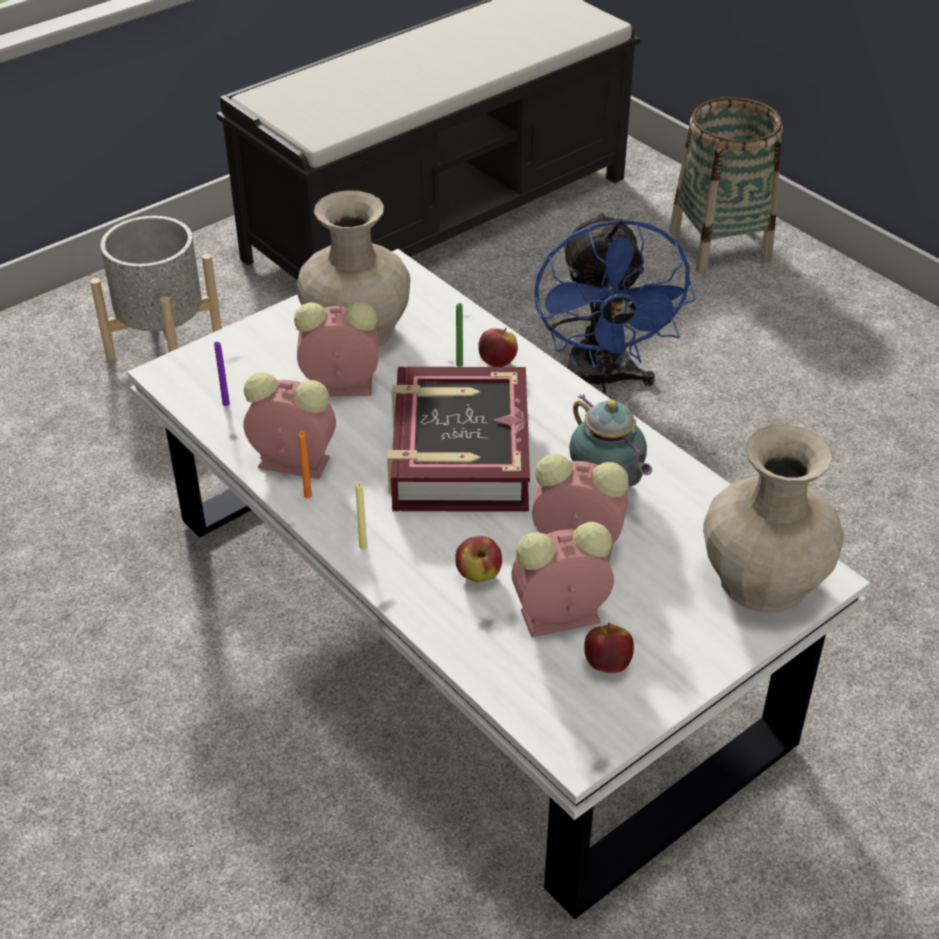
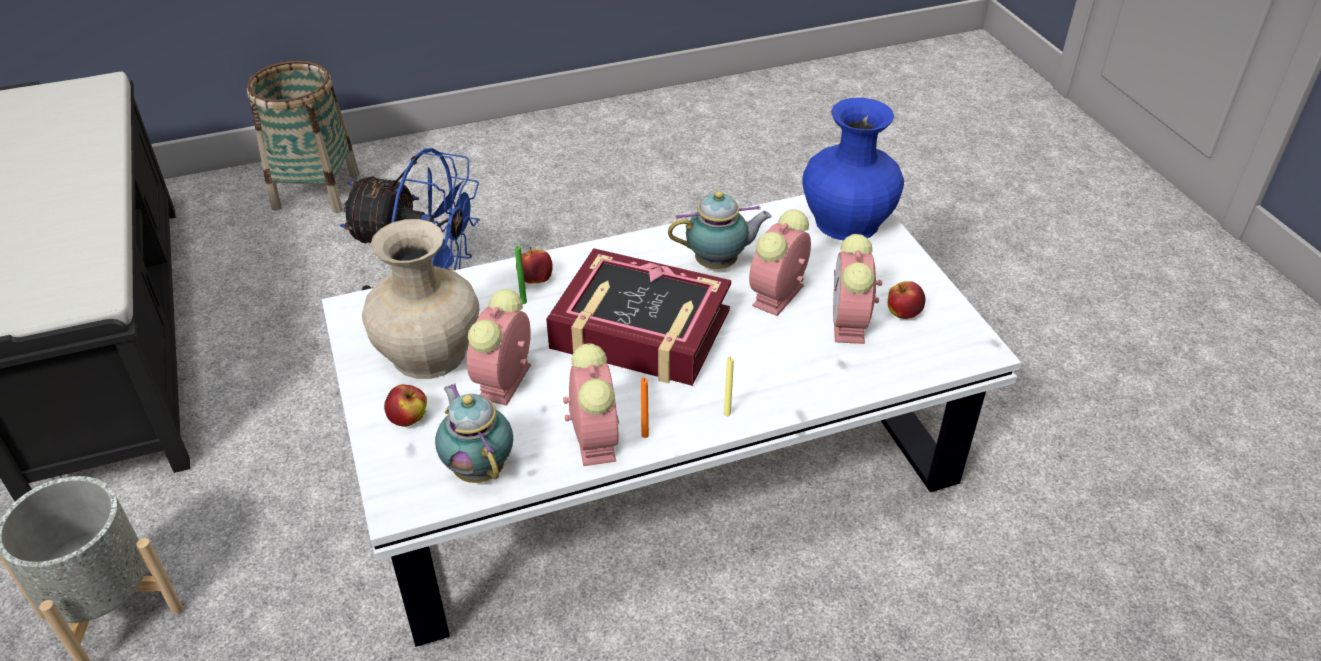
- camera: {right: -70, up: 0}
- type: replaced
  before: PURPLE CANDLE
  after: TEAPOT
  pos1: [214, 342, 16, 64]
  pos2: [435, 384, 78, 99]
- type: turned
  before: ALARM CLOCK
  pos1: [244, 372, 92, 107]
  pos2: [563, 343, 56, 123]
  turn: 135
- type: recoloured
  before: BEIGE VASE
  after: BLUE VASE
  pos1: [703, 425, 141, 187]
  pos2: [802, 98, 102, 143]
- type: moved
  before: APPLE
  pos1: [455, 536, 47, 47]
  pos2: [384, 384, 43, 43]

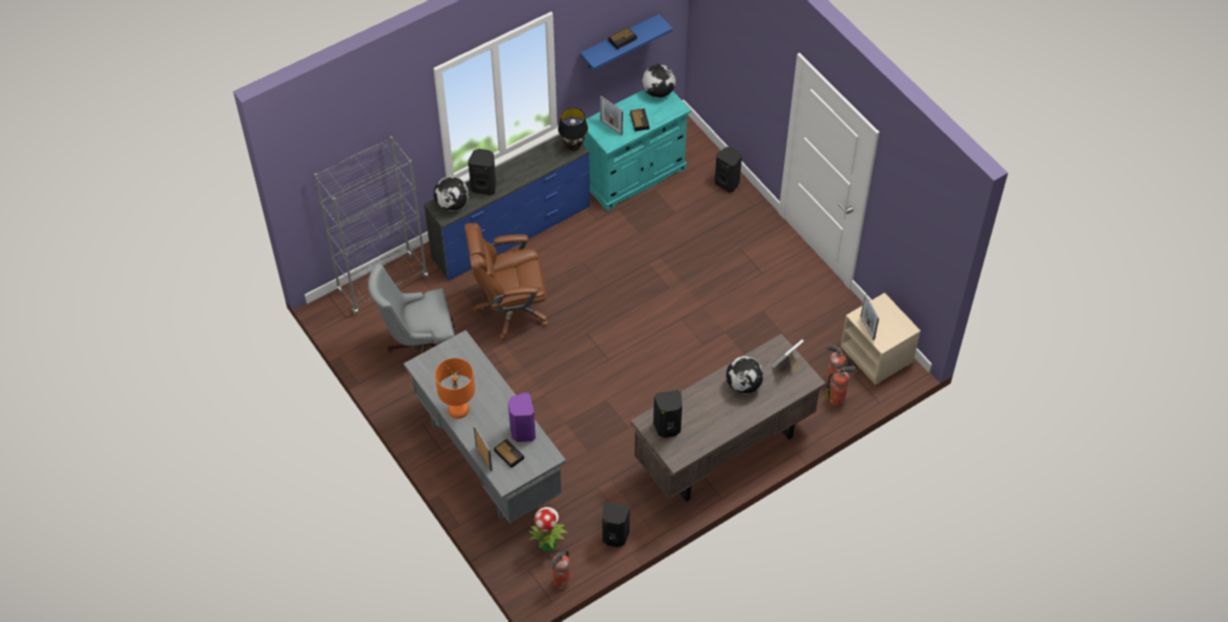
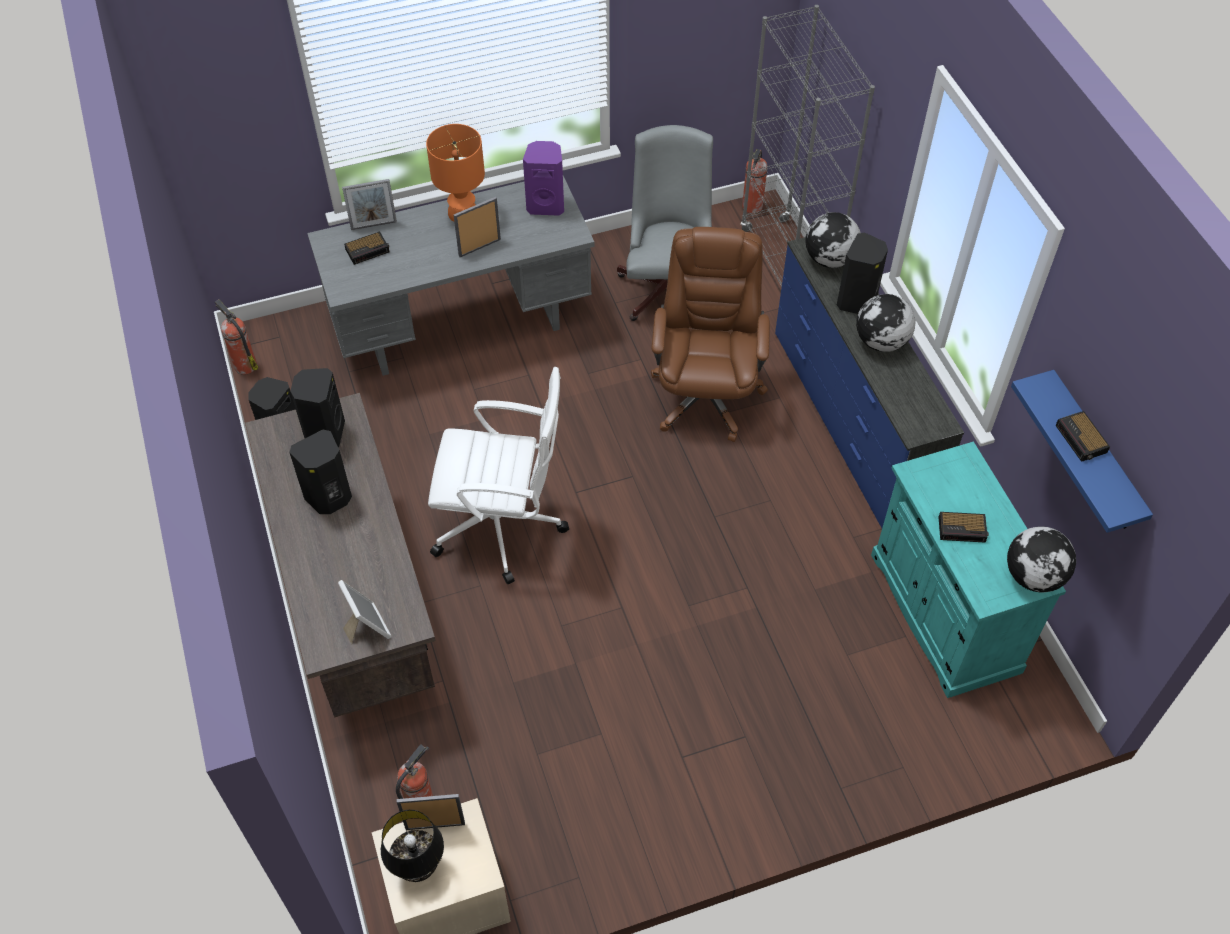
- camera: {right: 105, up: 0}
- type: moved
  before: PICTURE FRAME
  pos1: [600, 96, 23, 39]
  pos2: [454, 197, 47, 60]
- type: moved
  before: BLACK TABLE LAMP
  pos1: [558, 108, 30, 43]
  pos2: [381, 810, 63, 72]
- type: moved
  before: BLACK SPEAKER
  pos1: [715, 147, 27, 46]
  pos2: [289, 429, 63, 85]
- type: moved
  before: GLOBE
  pos1: [726, 356, 38, 38]
  pos2: [856, 294, 60, 58]
- type: moved
  before: FIRE EXTINGUISHER
  pos1: [825, 366, 32, 40]
  pos2: [742, 149, 26, 65]
- type: moved
  before: PURPLE SPEAKER
  pos1: [508, 392, 28, 50]
  pos2: [523, 141, 41, 75]
- type: removed
  before: POTTED PLANT
  pos1: [528, 507, 40, 44]
- type: added
  after: WHITE OFFICE CHAIR
  pos2: [428, 367, 141, 217]

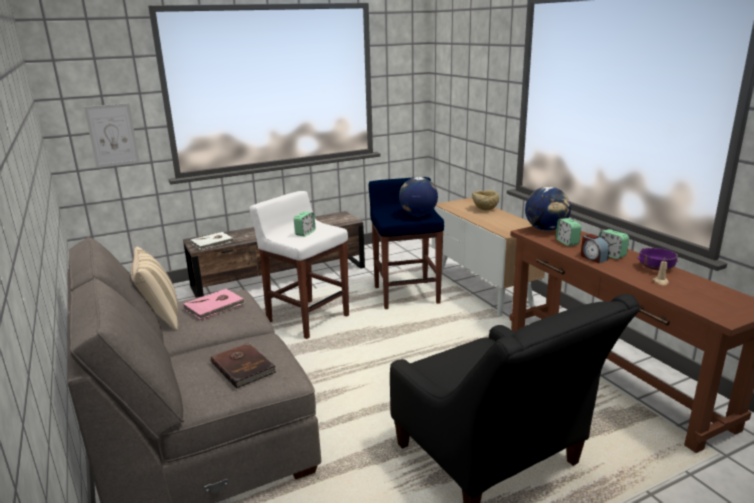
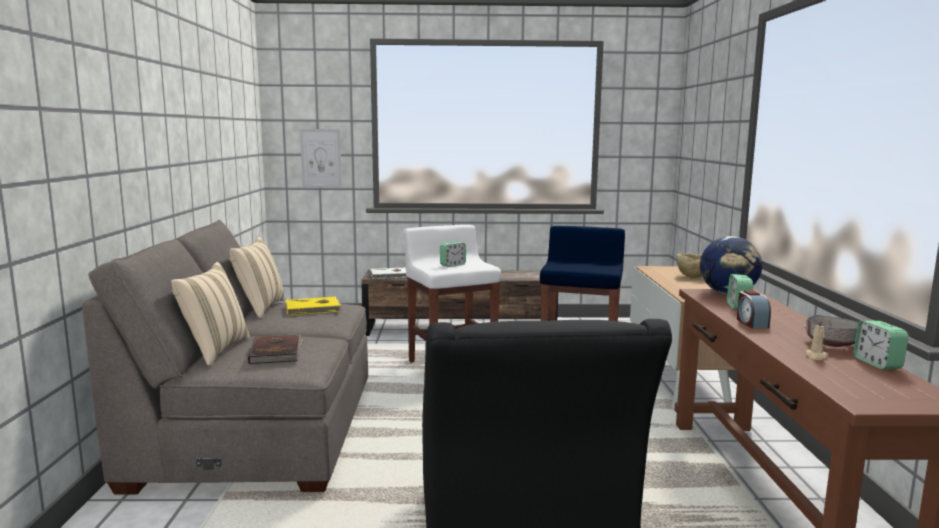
- camera: {right: 25, up: -10}
- type: removed
  before: GLOBE
  pos1: [399, 177, 39, 39]
- type: moved
  before: ALARM CLOCK
  pos1: [599, 229, 30, 30]
  pos2: [853, 321, 56, 49]
- type: recoloured
  before: PURPLE BOWL
  after: GREY BOWL
  pos1: [637, 248, 41, 23]
  pos2: [803, 315, 55, 32]
- type: recoloured
  before: PINK BOOK
  after: YELLOW BOOK
  pos1: [183, 289, 63, 31]
  pos2: [286, 297, 56, 18]
- type: added
  after: BEIGE PILLOW
  pos2: [171, 262, 79, 104]

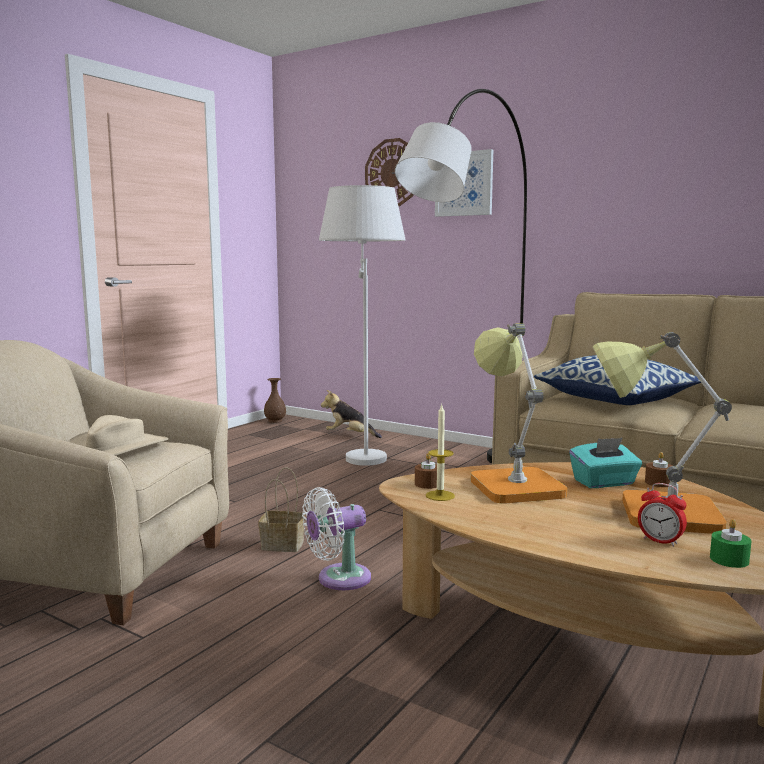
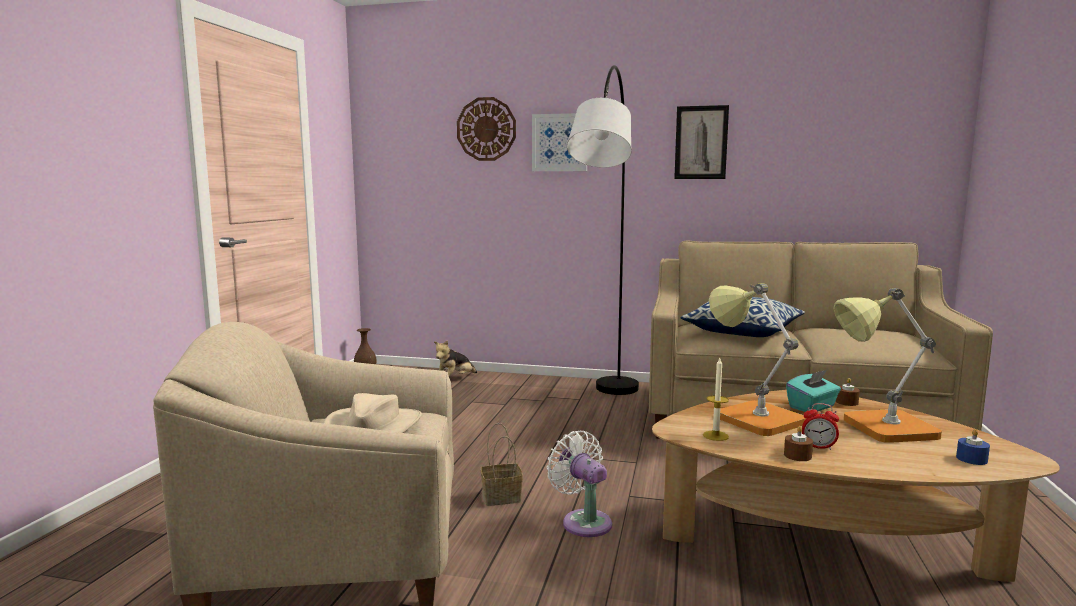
- camera: {right: -20, up: 0}
- type: removed
  before: WHITE FLOOR LAMP
  pos1: [319, 185, 86, 281]
- type: turned
  before: PLUSH TOY
  pos1: [321, 390, 61, 48]
  pos2: [434, 340, 43, 36]
  turn: -45
- type: moved
  before: BROWN CANDLE
  pos1: [415, 453, 22, 36]
  pos2: [784, 426, 29, 35]
- type: moved
  before: ALARM CLOCK
  pos1: [638, 483, 49, 64]
  pos2: [802, 403, 37, 47]
- type: turned
  before: WHITE FAN
  pos1: [302, 487, 69, 103]
  pos2: [547, 431, 65, 106]
  turn: 105
- type: recoloured
  before: GREEN CANDLE
  after: BLUE CANDLE
  pos1: [710, 519, 41, 49]
  pos2: [956, 429, 34, 36]
- type: added
  after: PICTURE
  pos2: [674, 105, 55, 74]

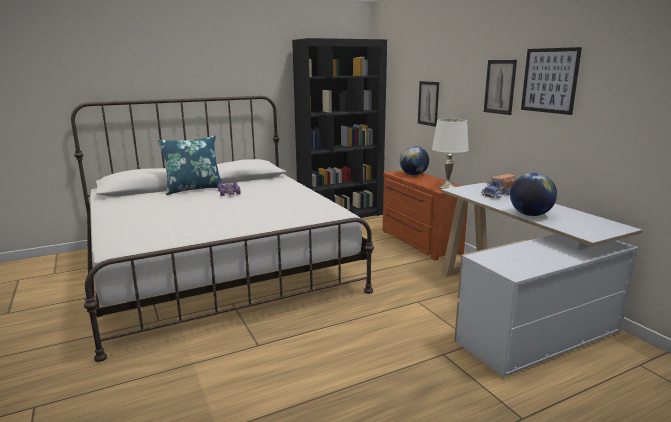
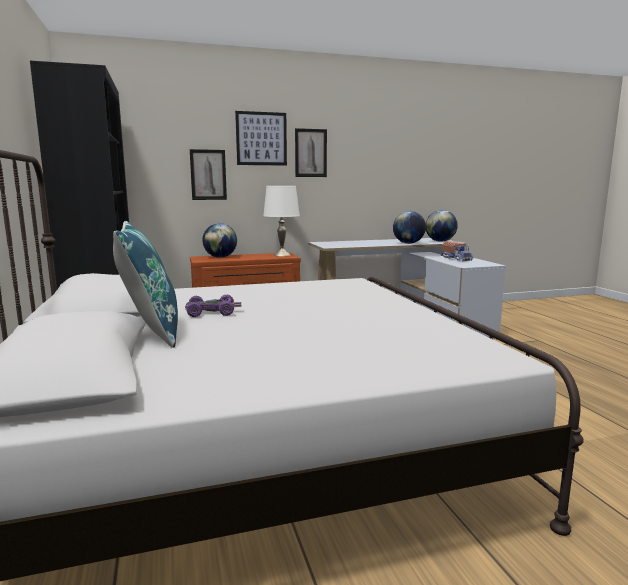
- camera: {right: -80, up: -5}
- type: moved
  before: PICTURE
  pos1: [521, 47, 61, 68]
  pos2: [235, 111, 52, 55]
- type: moved
  before: TOY TRUCK
  pos1: [481, 174, 36, 25]
  pos2: [441, 241, 33, 20]
- type: added
  after: GLOBE
  pos2: [426, 210, 32, 32]

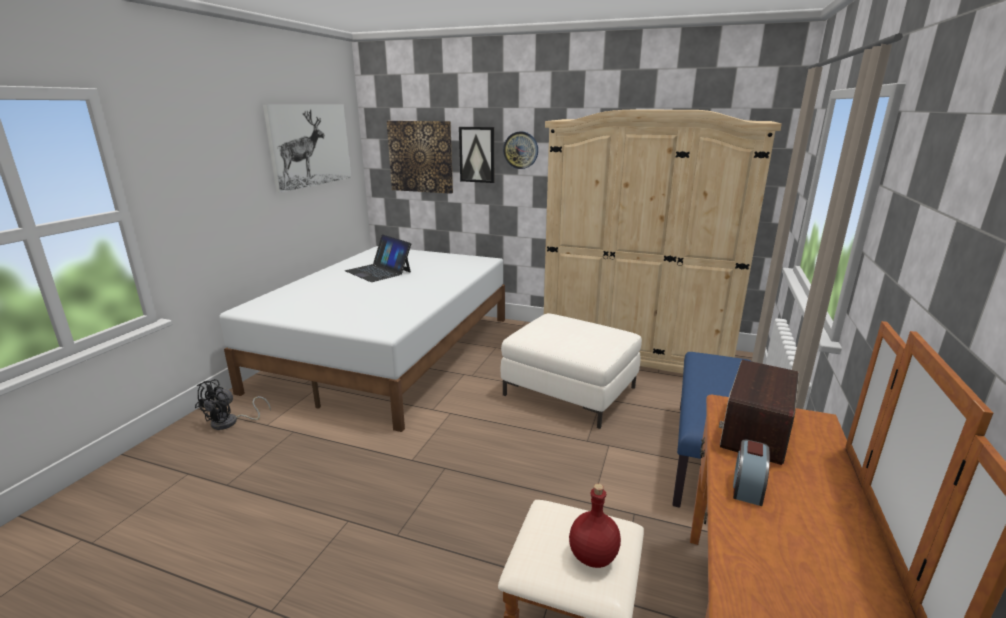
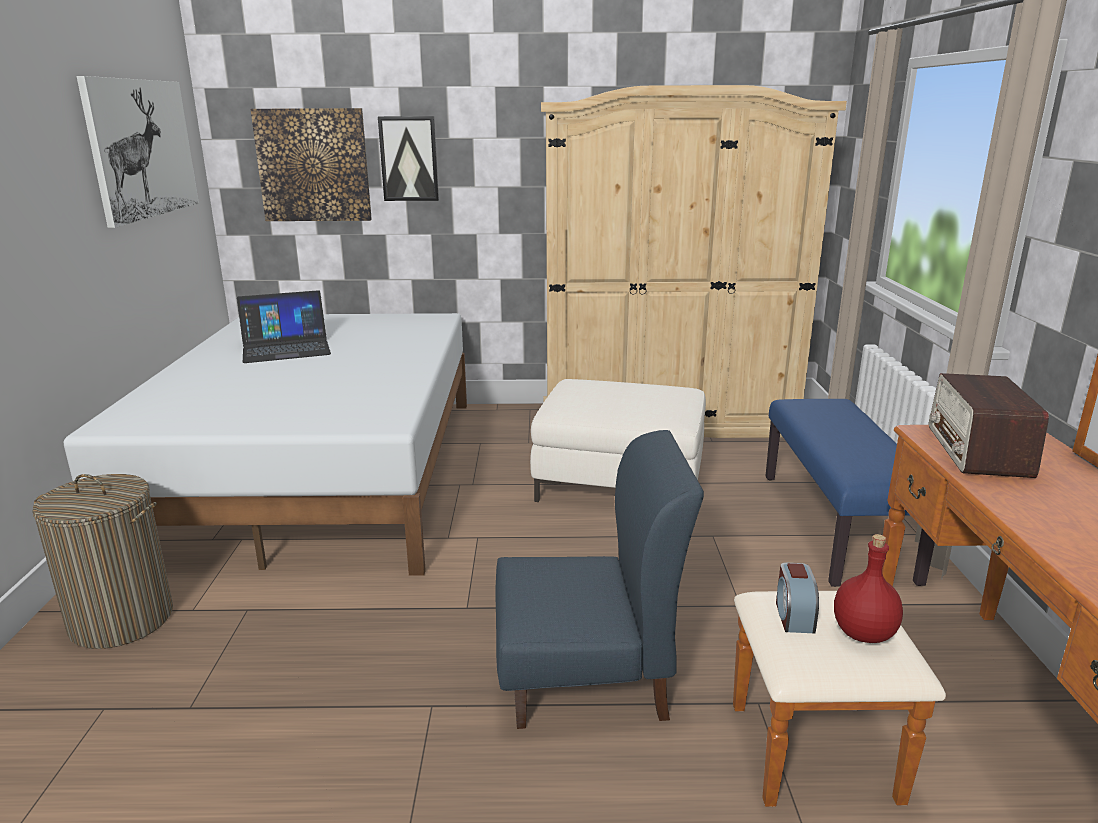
- camera: {right: -20, up: 0}
- type: removed
  before: WALL CLOCK
  pos1: [503, 131, 35, 38]
- type: turned
  before: LAPTOP
  pos1: [345, 234, 66, 48]
  pos2: [237, 290, 94, 73]
  turn: -45
- type: replaced
  before: BLACK FAN
  after: LAUNDRY BASKET
  pos1: [195, 379, 76, 51]
  pos2: [32, 474, 141, 175]
- type: moved
  before: ALARM CLOCK
  pos1: [733, 440, 37, 66]
  pos2: [776, 563, 43, 70]
- type: added
  after: BLUE CHAIR
  pos2: [495, 430, 209, 299]

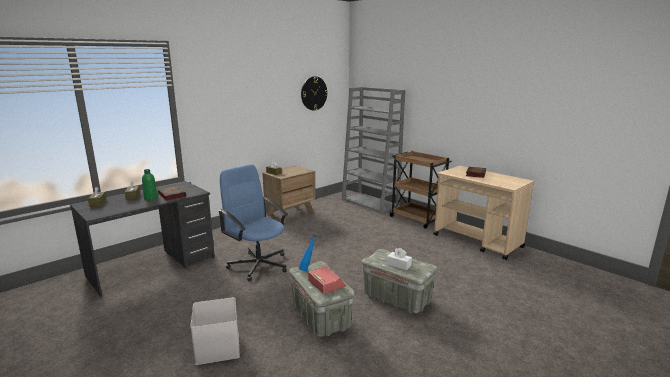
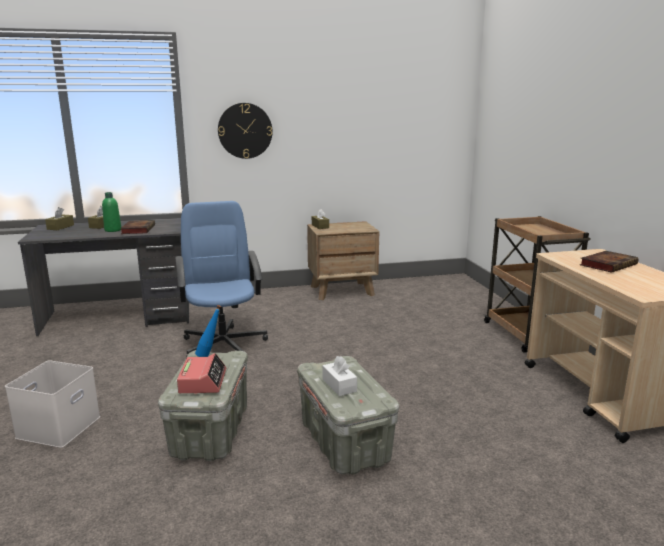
- camera: {right: 30, up: 0}
- type: moved
  before: WALL CLOCK
  pos1: [301, 76, 27, 34]
  pos2: [218, 103, 55, 56]
- type: removed
  before: GREY BOOKCASE
  pos1: [342, 87, 63, 126]

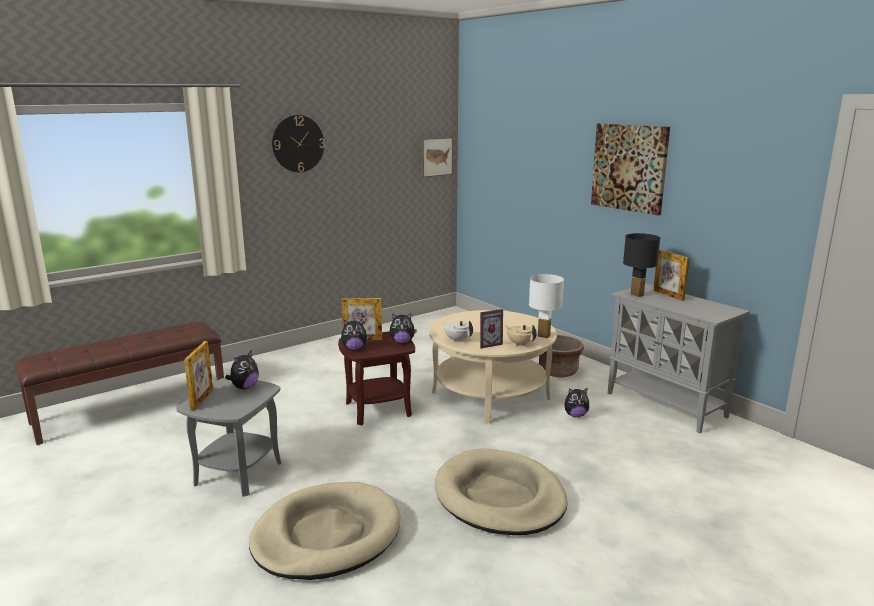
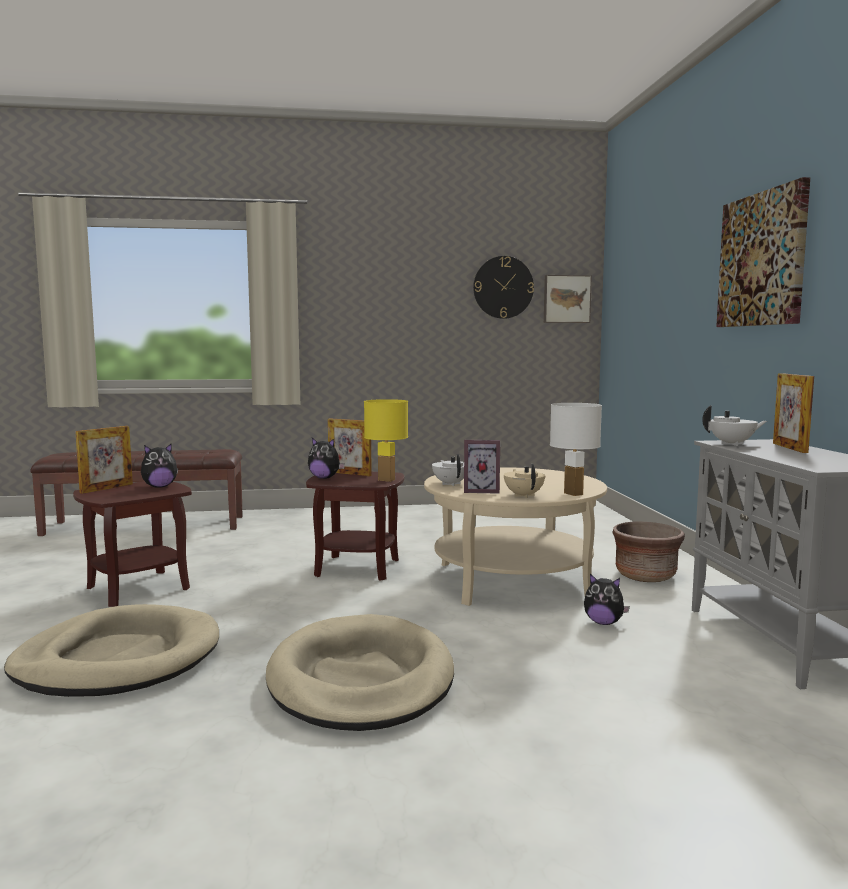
- camera: {right: 30, up: -10}
- type: moved
  before: WALL CLOCK
  pos1: [272, 115, 53, 57]
  pos2: [473, 256, 61, 63]
- type: replaced
  before: BLACK TABLE LAMP
  after: WHITE TEAPOT
  pos1: [623, 233, 37, 64]
  pos2: [702, 405, 65, 41]
- type: replaced
  before: PLUSH TOY
  after: YELLOW TABLE LAMP
  pos1: [390, 313, 27, 31]
  pos2: [364, 399, 44, 83]
- type: recoloured
  before: GREY SIDE TABLE
  after: BROWN SIDE TABLE
  pos1: [176, 378, 105, 119]
  pos2: [73, 481, 119, 126]

